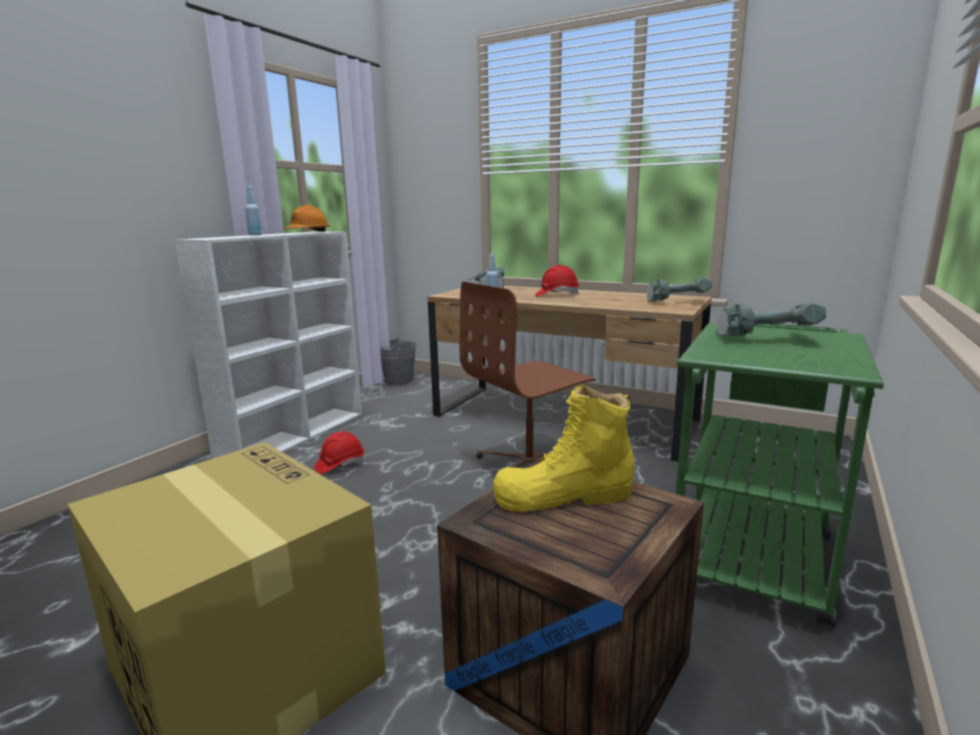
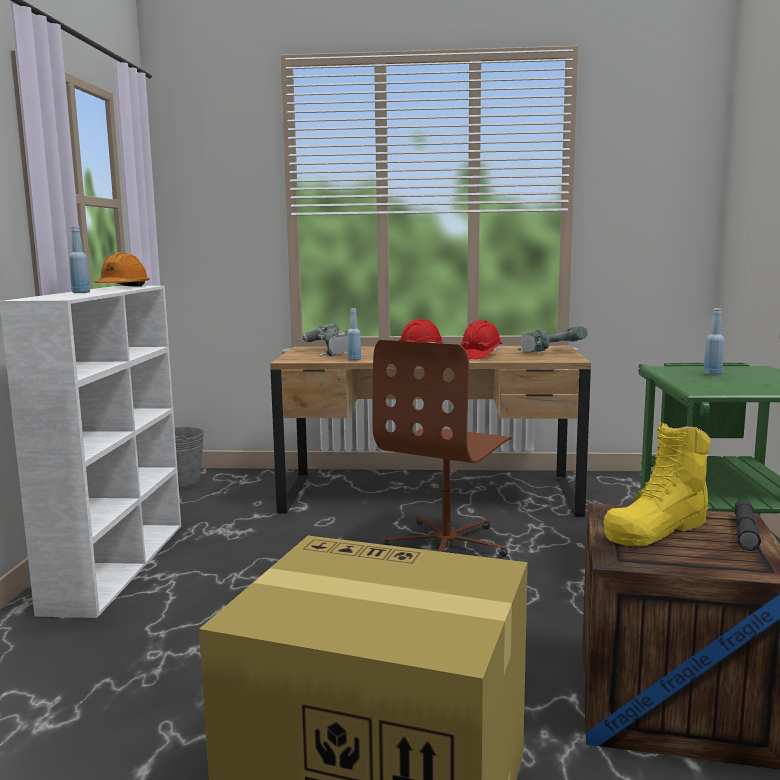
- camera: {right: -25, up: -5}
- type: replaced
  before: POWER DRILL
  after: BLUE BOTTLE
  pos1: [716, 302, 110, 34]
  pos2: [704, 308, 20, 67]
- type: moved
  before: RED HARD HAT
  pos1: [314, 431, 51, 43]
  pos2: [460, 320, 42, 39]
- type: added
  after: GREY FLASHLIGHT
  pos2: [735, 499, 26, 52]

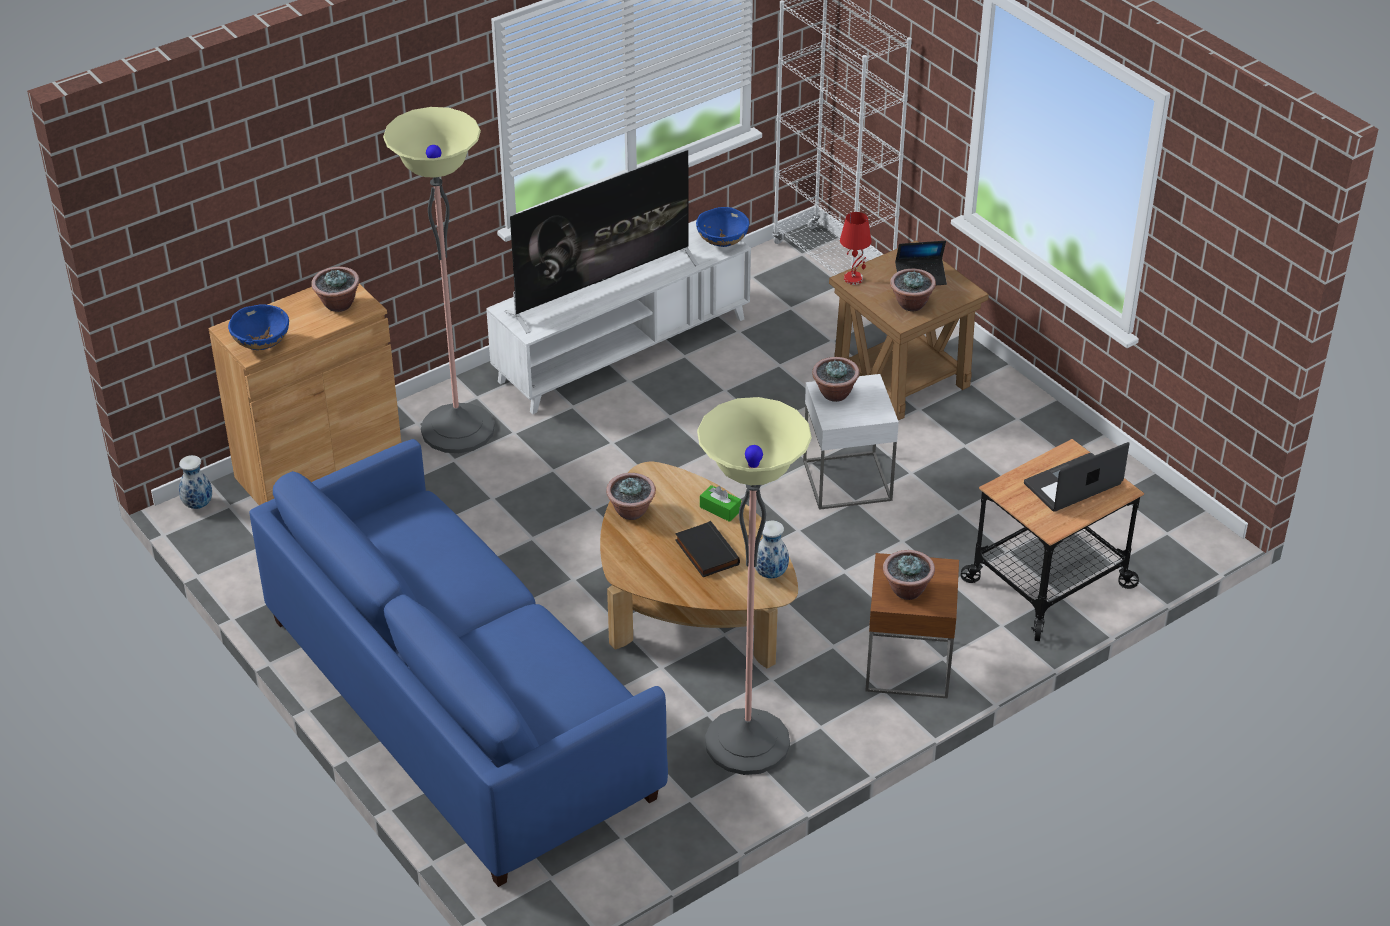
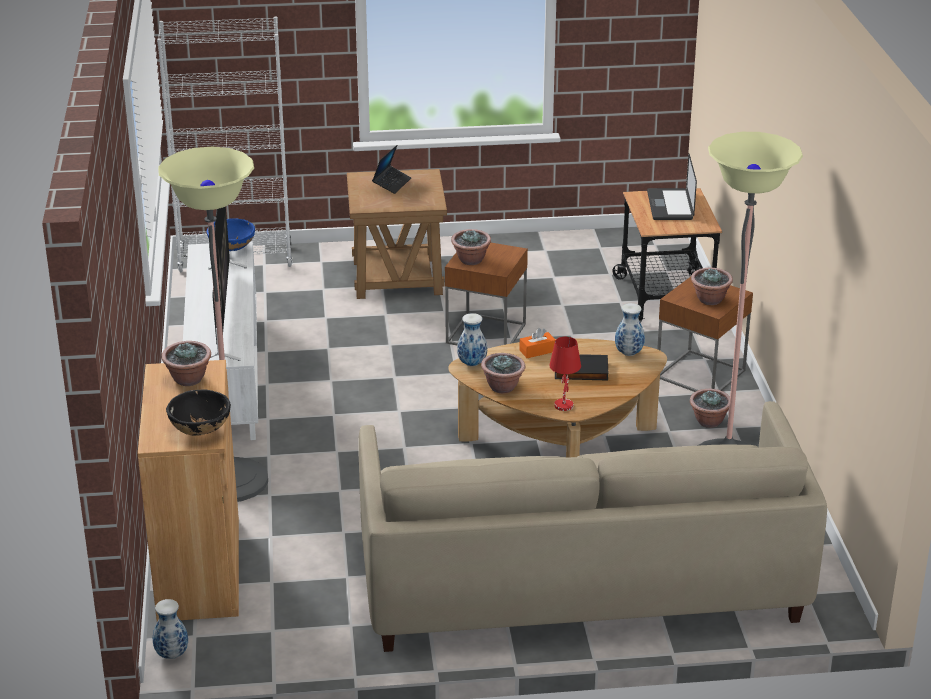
- camera: {right: -60, up: -10}
- type: moved
  before: RED TABLE LAMP
  pos1: [840, 212, 32, 73]
  pos2: [549, 337, 32, 74]
- type: moved
  before: POTTED PLANT
  pos1: [890, 269, 46, 42]
  pos2: [690, 389, 40, 39]
- type: recoloured
  before: BLUE BOWL
  after: BLACK BOWL
  pos1: [228, 304, 61, 46]
  pos2: [166, 389, 65, 46]
- type: recoloured
  before: WHITE SIDE TABLE
  after: BROWN SIDE TABLE
  pos1: [803, 374, 96, 136]
  pos2: [445, 243, 83, 106]
- type: recoloured
  before: BLUE SOFA
  after: BEIGE SOFA
  pos1: [249, 439, 419, 448]
  pos2: [359, 401, 468, 251]
- type: recoloured
  before: GREEN TISSUE BOX
  after: ORANGE TISSUE BOX
  pos1: [700, 485, 41, 37]
  pos2: [519, 328, 37, 30]
- type: added
  after: VASE
  pos2: [457, 313, 30, 53]

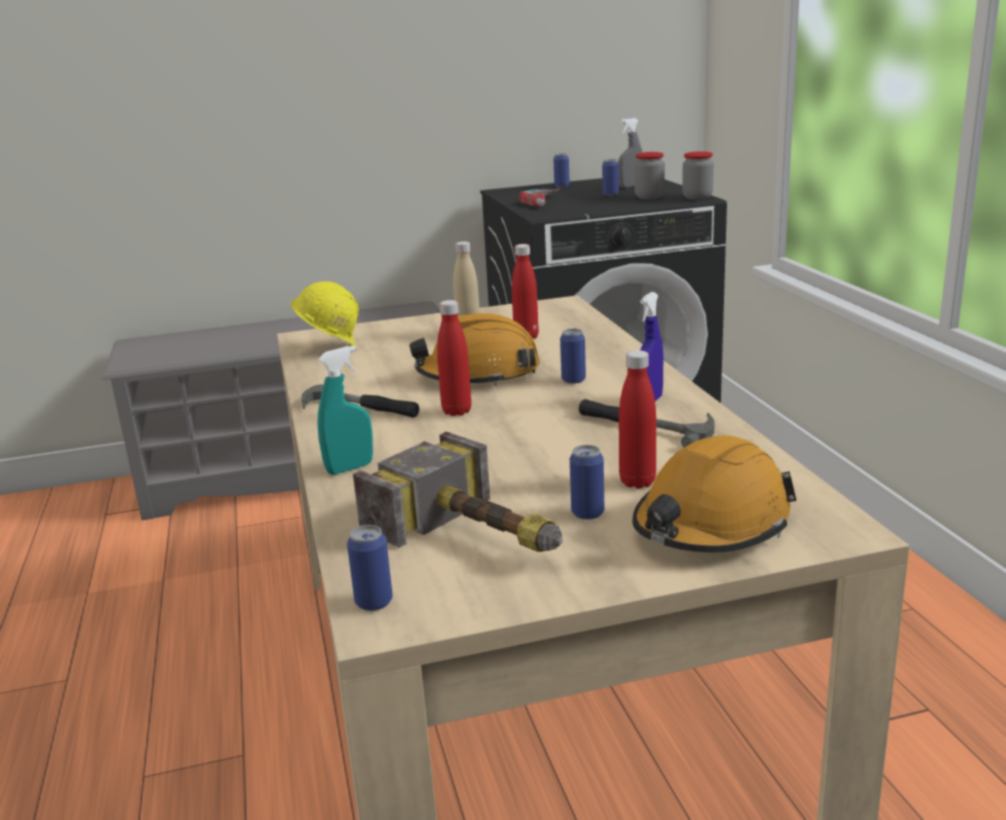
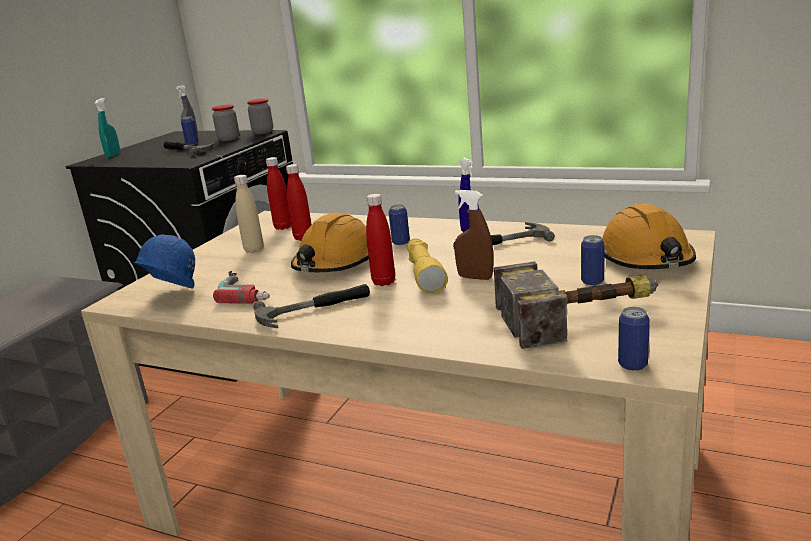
- camera: {right: -50, up: 0}
- type: removed
  before: CAN
  pos1: [554, 153, 16, 34]
- type: moved
  before: POWER DRILL
  pos1: [519, 189, 41, 18]
  pos2: [213, 271, 57, 33]
- type: recoloured
  before: YELLOW HARD HAT
  after: BLUE HARD HAT
  pos1: [291, 281, 68, 66]
  pos2: [133, 234, 62, 55]
- type: moved
  before: TURQUOISE SPRAY BOTTLE
  pos1: [317, 346, 56, 129]
  pos2: [94, 98, 26, 60]
- type: moved
  before: RED BOTTLE
  pos1: [619, 350, 37, 139]
  pos2: [266, 157, 25, 73]
- type: added
  after: HAMMER
  pos2: [163, 141, 52, 15]
- type: added
  after: BROWN SPRAY BOTTLE
  pos2: [454, 190, 39, 90]
- type: added
  after: YELLOW FLASHLIGHT
  pos2: [407, 238, 41, 56]

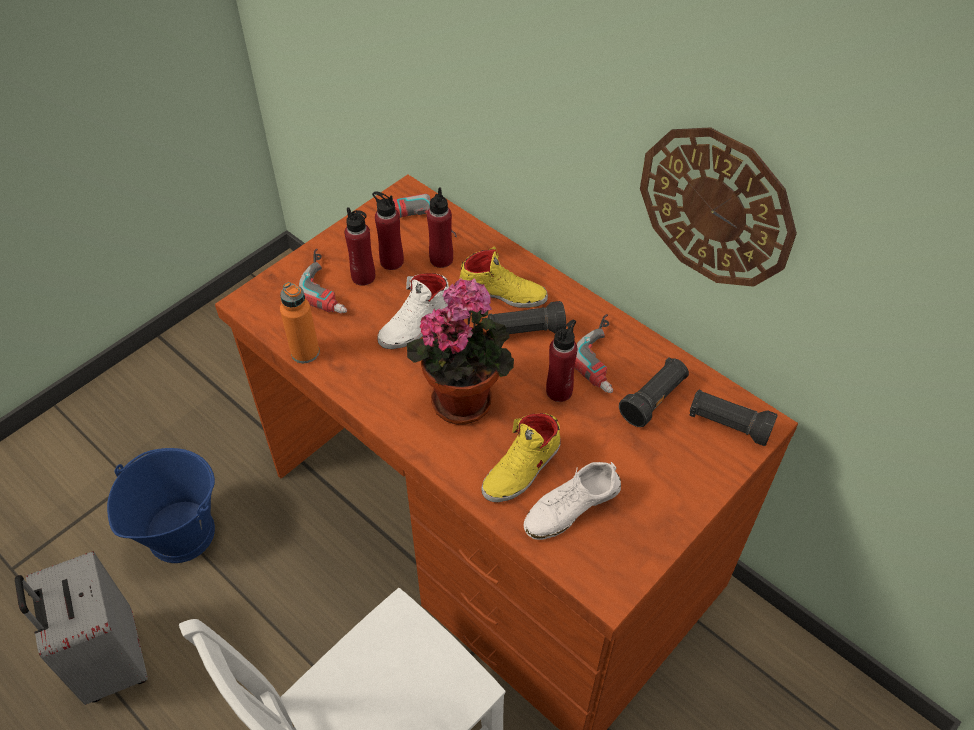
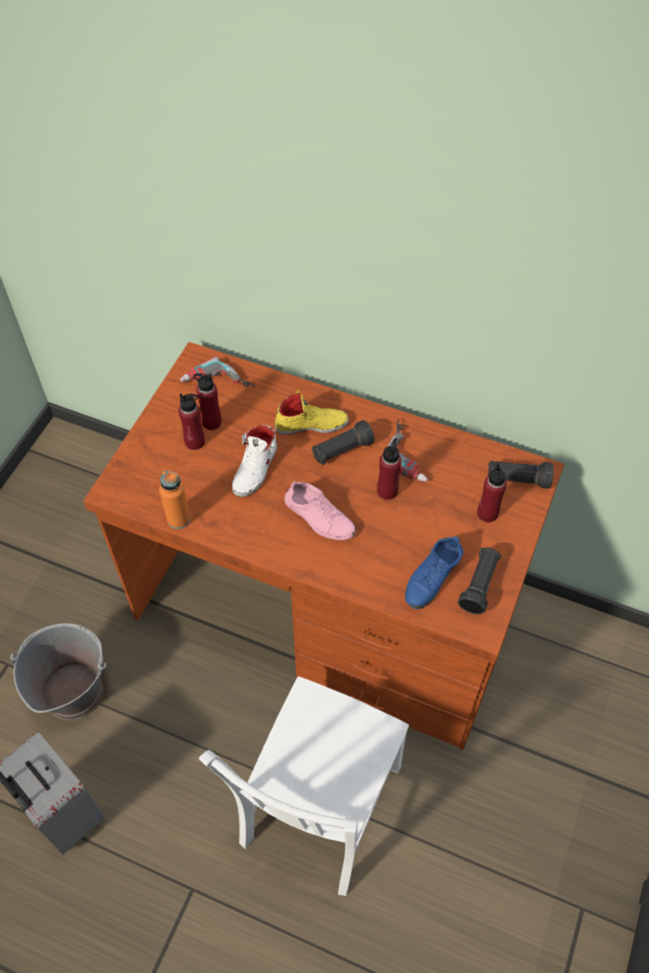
- camera: {right: -20, up: 5}
- type: removed
  before: WALL CLOCK
  pos1: [640, 127, 157, 160]
- type: moved
  before: RED BOTTLE
  pos1: [427, 188, 26, 80]
  pos2: [477, 463, 30, 59]
- type: removed
  before: POWER DRILL
  pos1: [299, 249, 48, 65]
- type: replaced
  before: POTTED PLANT
  after: PINK SHOE
  pos1: [407, 277, 107, 148]
  pos2: [285, 481, 71, 59]
- type: moved
  before: BLACK FLASHLIGHT
  pos1: [619, 357, 70, 70]
  pos2: [458, 547, 43, 67]
- type: removed
  before: YELLOW SHOE
  pos1: [481, 413, 80, 89]
- type: recoloured
  before: BLUE BUCKET
  after: GREY BUCKET
  pos1: [107, 448, 108, 115]
  pos2: [10, 623, 96, 97]
- type: recoloured
  before: WHITE SHOE
  after: BLUE SHOE
  pos1: [524, 462, 97, 78]
  pos2: [405, 536, 58, 73]

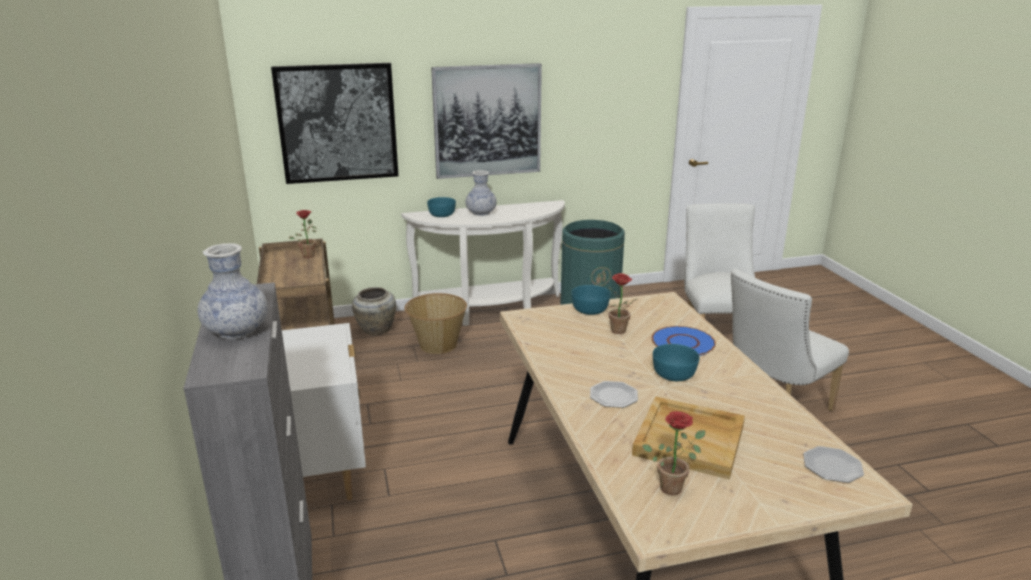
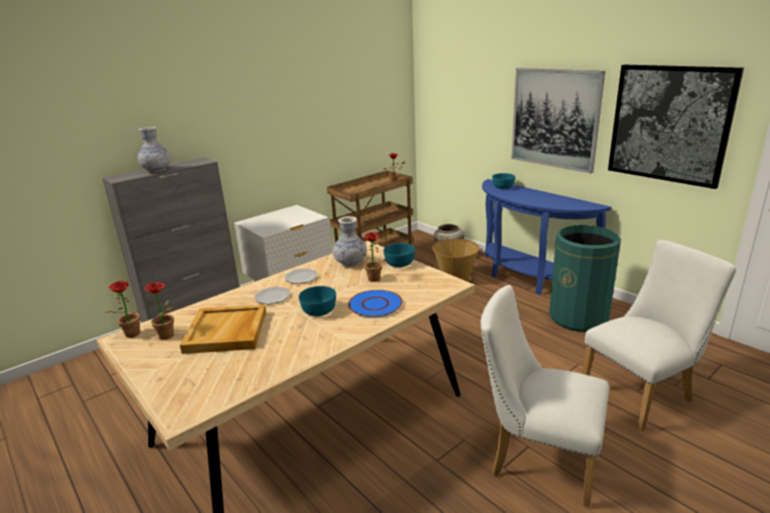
- camera: {right: 65, up: 0}
- type: moved
  before: PICTURE
  pos1: [271, 63, 128, 121]
  pos2: [608, 65, 136, 124]
- type: moved
  before: VASE
  pos1: [466, 170, 31, 46]
  pos2: [333, 216, 34, 50]
- type: recoloured
  before: WHITE CONSOLE TABLE
  after: BLUE CONSOLE TABLE
  pos1: [401, 200, 164, 126]
  pos2: [482, 179, 129, 116]
- type: moved
  before: PLATE
  pos1: [803, 446, 61, 37]
  pos2: [285, 268, 33, 16]
- type: added
  after: POTTED PLANT
  pos2: [108, 280, 41, 58]

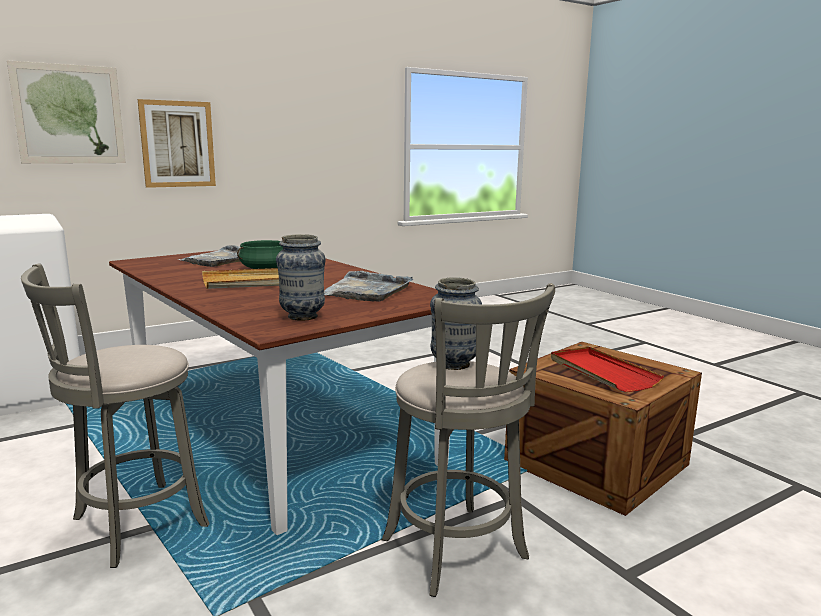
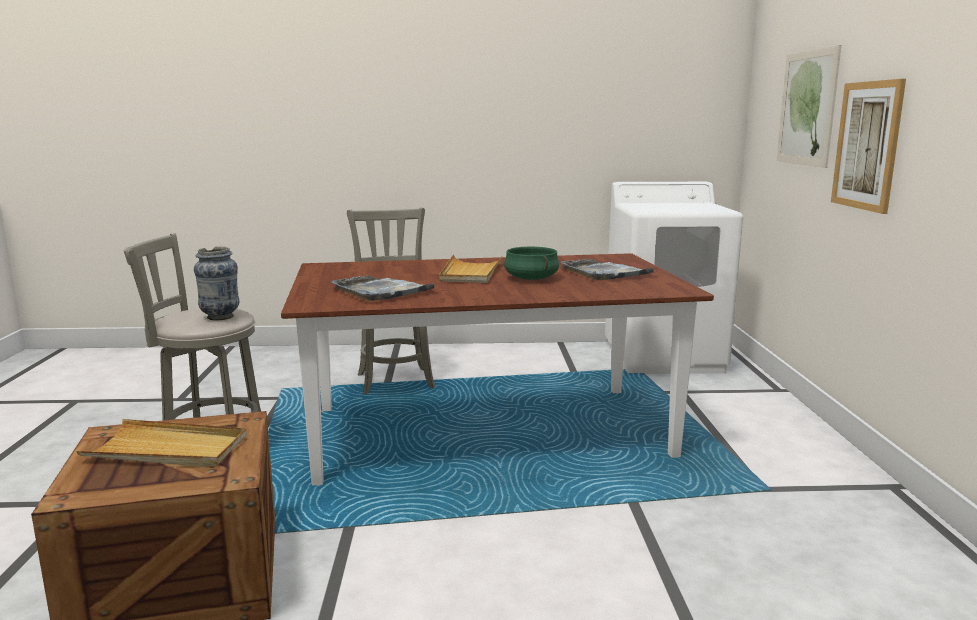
- camera: {right: 120, up: 0}
- type: removed
  before: VASE
  pos1: [276, 234, 50, 87]
- type: recoloured
  before: RED TRAY
  after: BEIGE TRAY
  pos1: [551, 346, 113, 46]
  pos2: [76, 419, 171, 49]

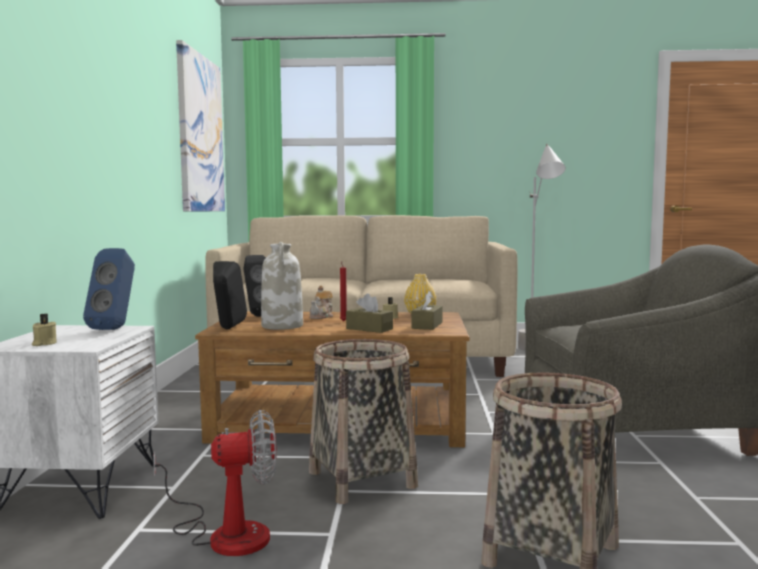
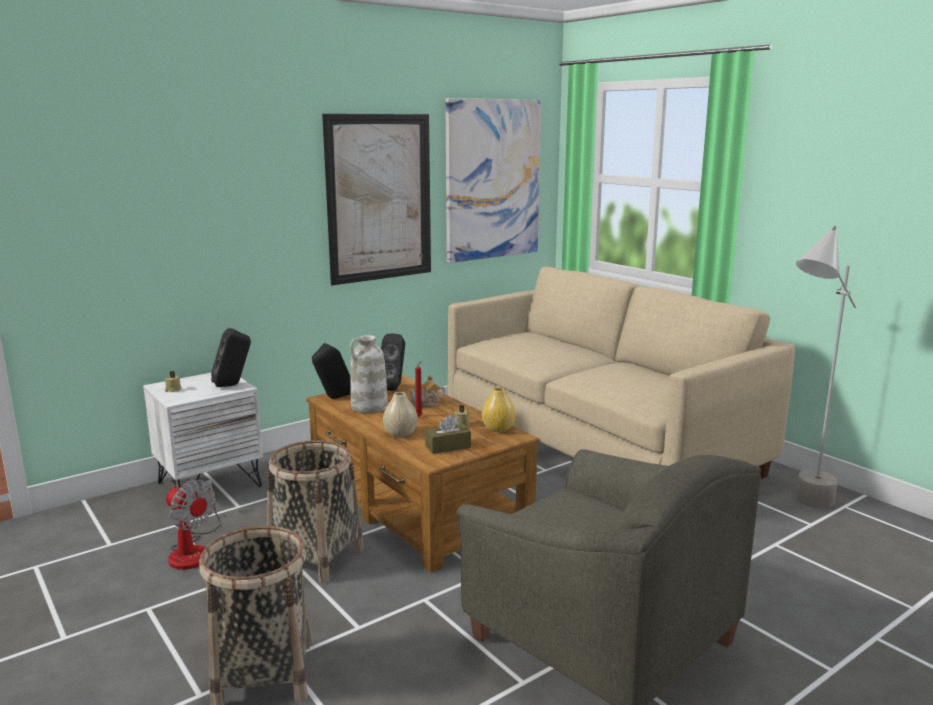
- camera: {right: 50, up: 10}
- type: recoloured
  before: BLUE SPEAKER
  after: BLACK SPEAKER
  pos1: [83, 248, 52, 82]
  pos2: [211, 328, 40, 59]
- type: replaced
  before: BROWN TISSUE BOX
  after: BEIGE VASE
  pos1: [346, 293, 47, 40]
  pos2: [383, 392, 35, 45]
- type: added
  after: PICTURE
  pos2: [322, 114, 109, 171]

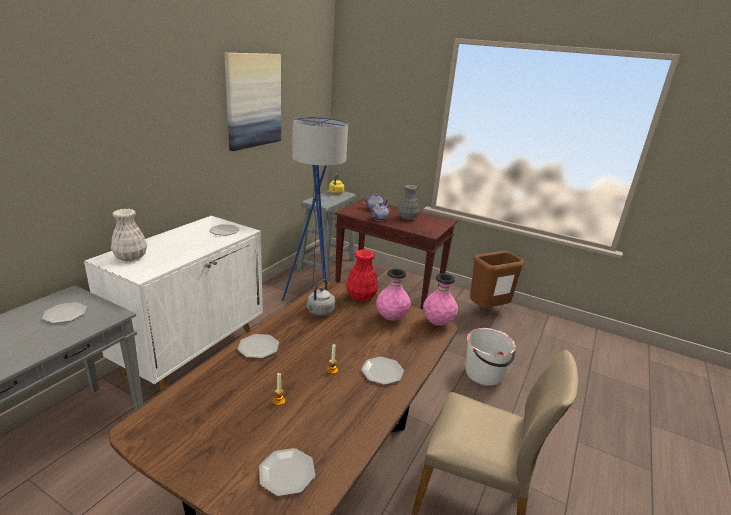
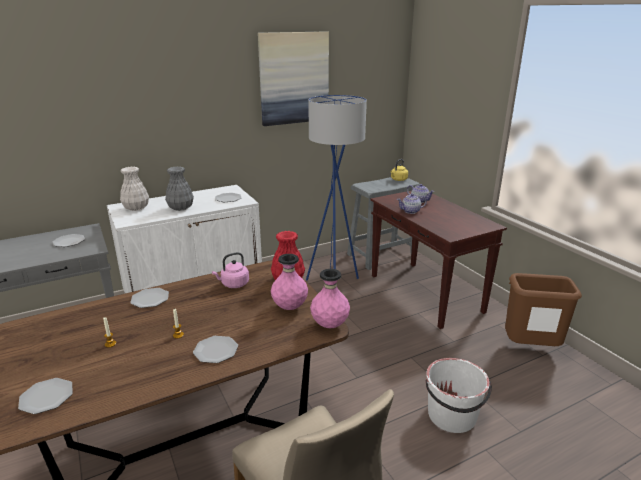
- camera: {right: 35, up: 0}
- type: moved
  before: GREY VASE
  pos1: [397, 185, 22, 35]
  pos2: [165, 166, 29, 45]
- type: recoloured
  before: GREY KETTLE
  after: PINK KETTLE
  pos1: [306, 279, 29, 37]
  pos2: [212, 252, 37, 36]

